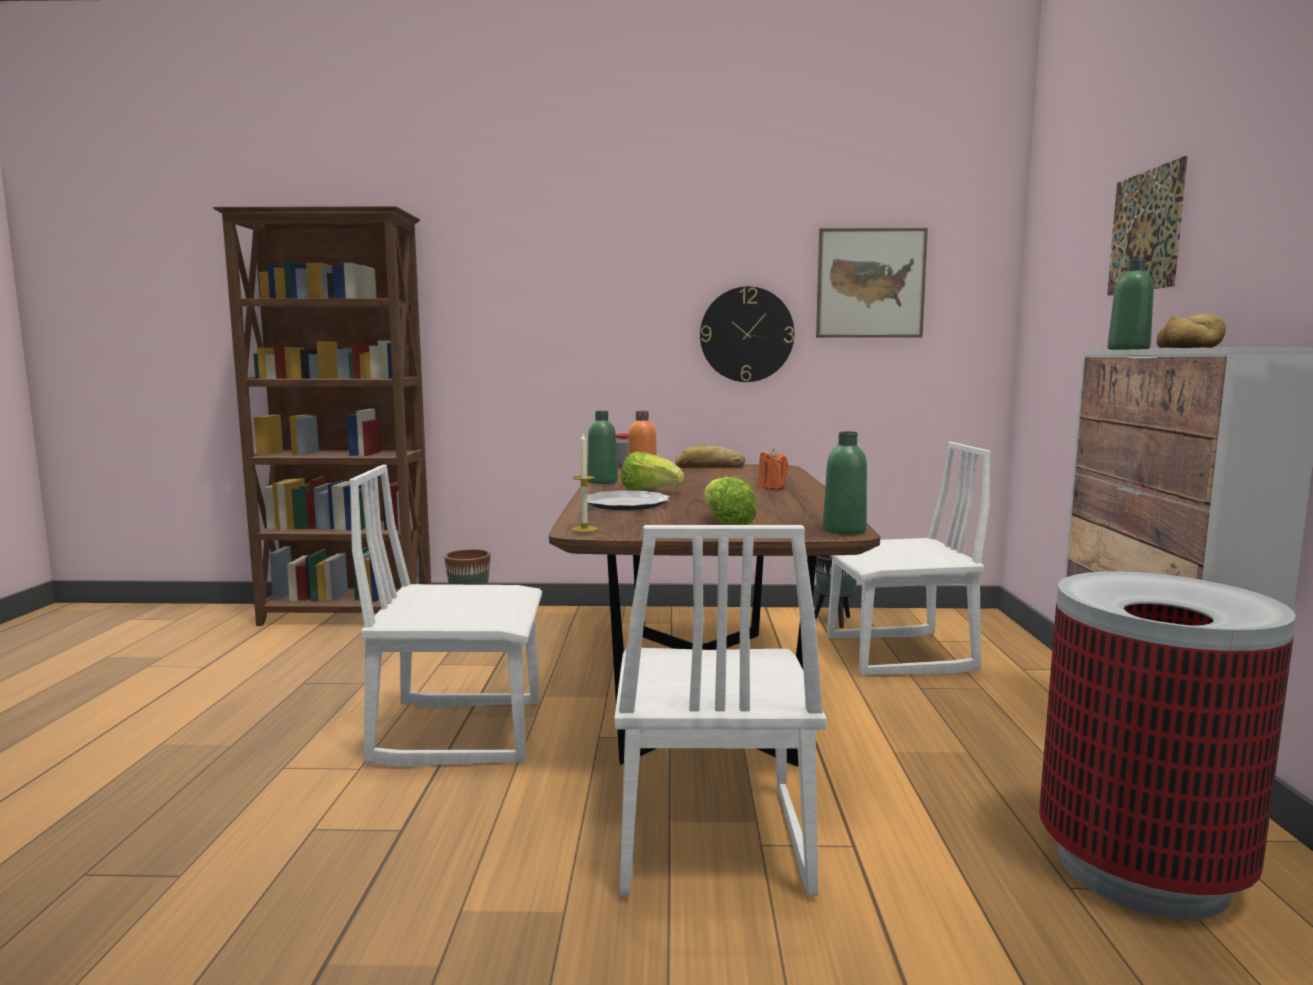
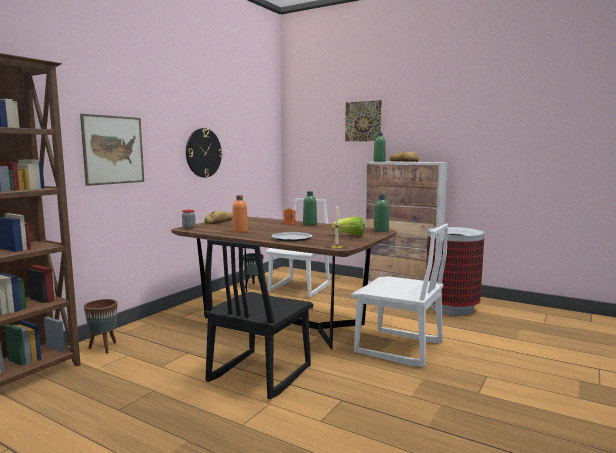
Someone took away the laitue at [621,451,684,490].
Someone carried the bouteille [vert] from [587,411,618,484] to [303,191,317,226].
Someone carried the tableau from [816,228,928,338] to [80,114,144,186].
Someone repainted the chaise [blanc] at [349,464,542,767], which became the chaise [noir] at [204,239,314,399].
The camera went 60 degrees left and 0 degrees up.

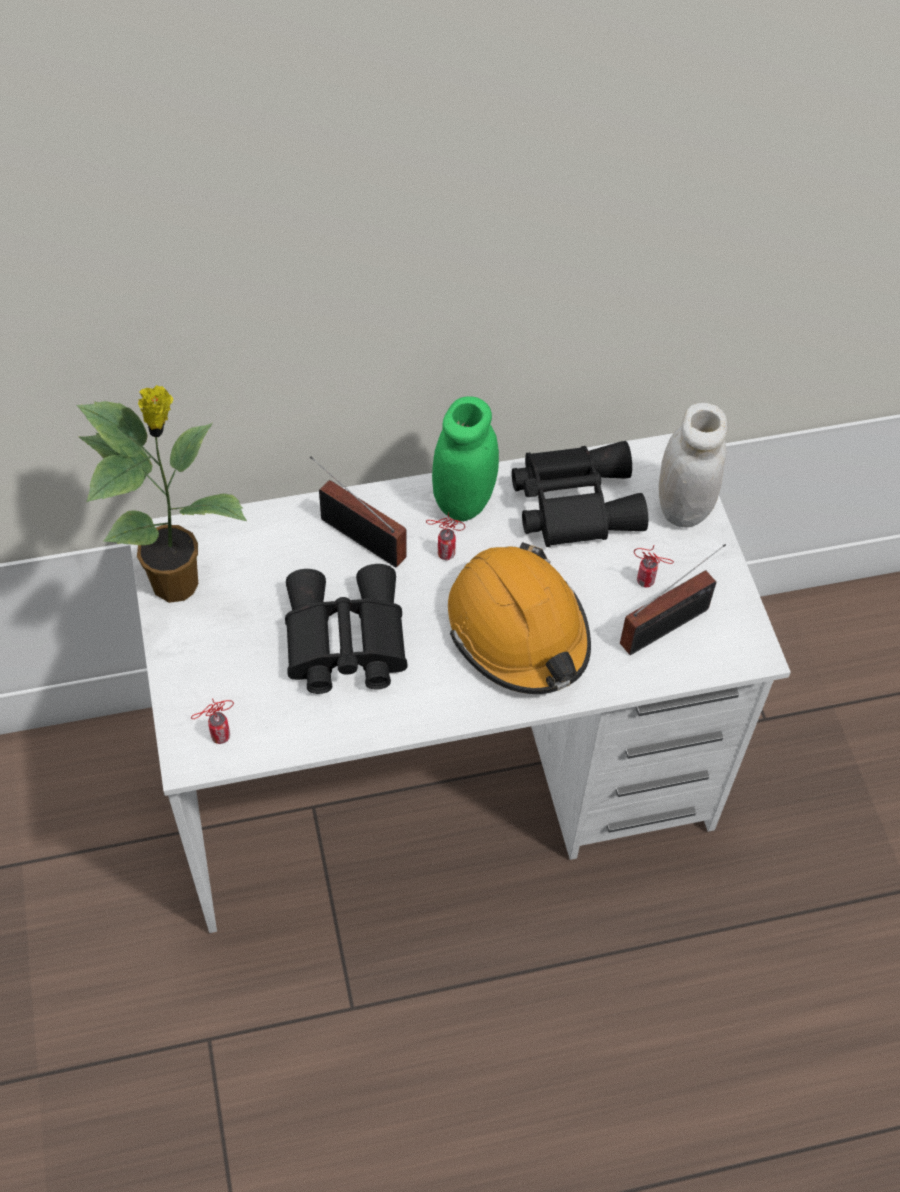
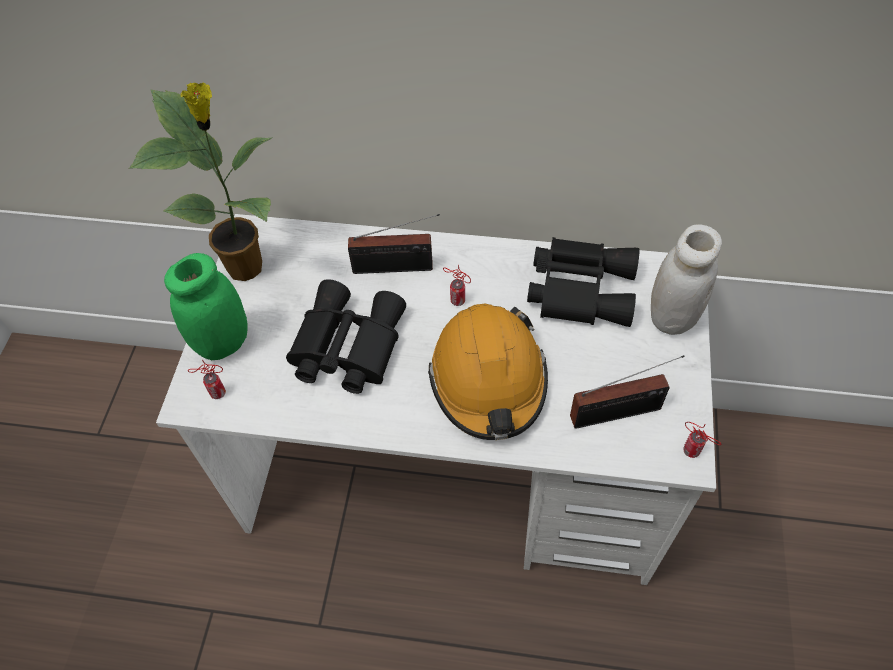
Someone carried the bocal [vert] from [432,396,499,521] to [164,253,248,360].
Someone carried the boîte métallique from [634,545,674,587] to [683,422,721,458].
Someone rotated the radio at [310,456,407,567] by 120 degrees clockwise.
The camera went 25 degrees right and 0 degrees up.

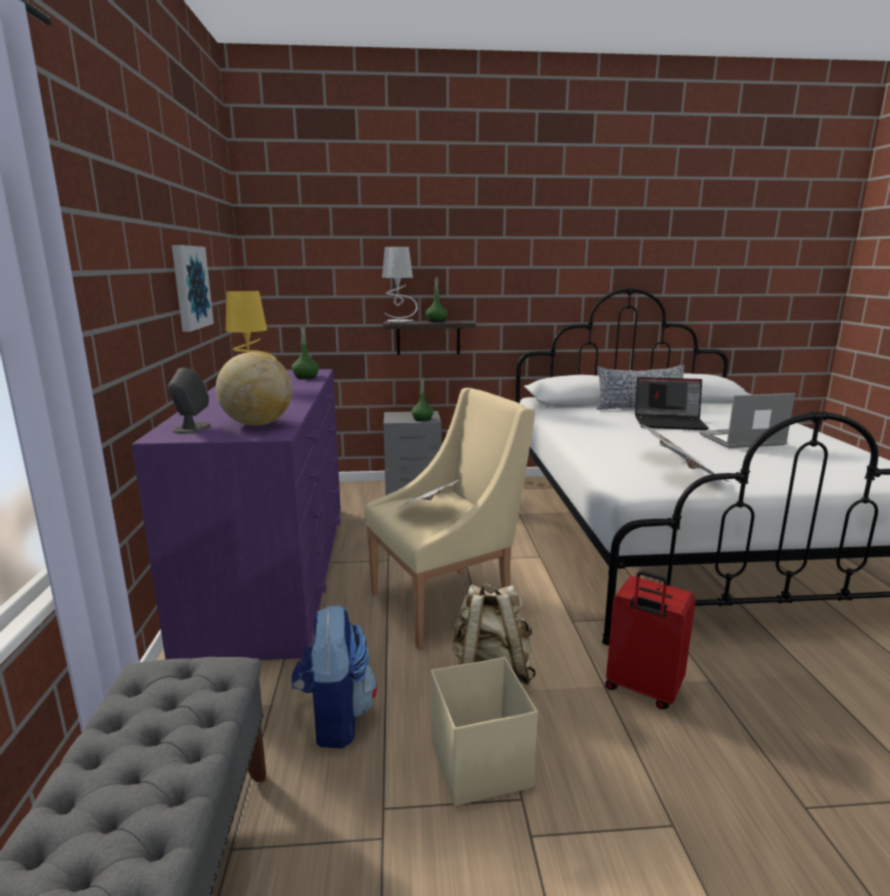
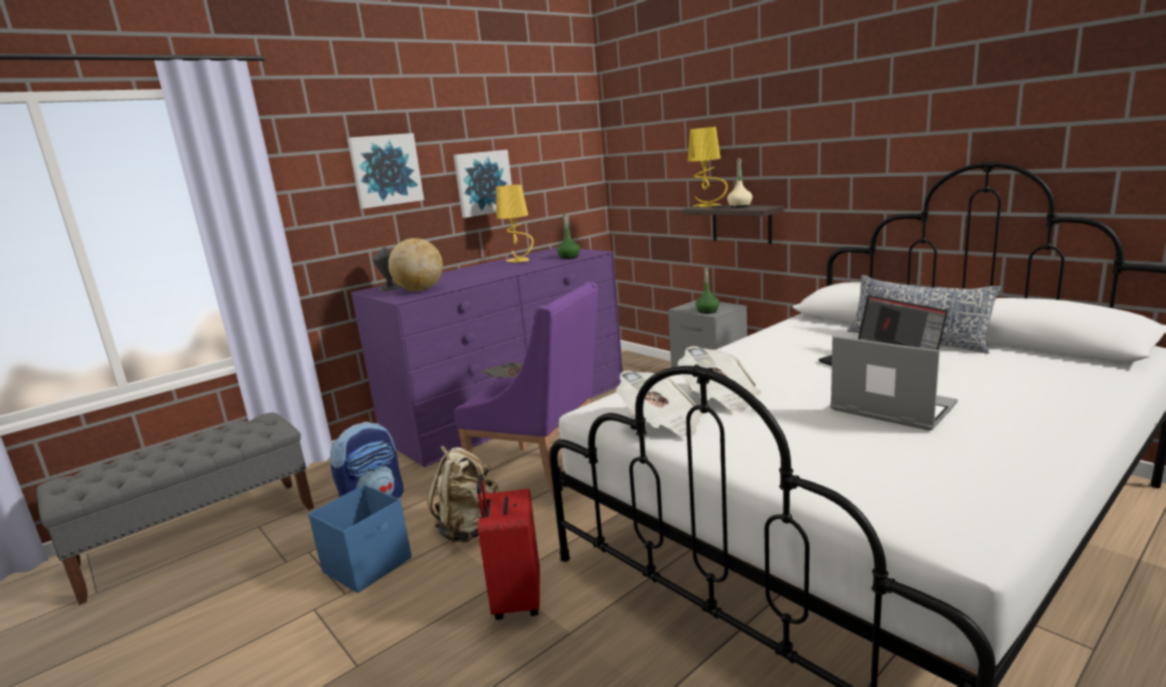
Someone put up the tableau at [347,133,424,209].
Someone repainted the fauteuil [beige] at [365,388,535,650], which became the fauteuil [violet] at [454,282,598,504].
Someone repainted the lampe de table [gris] at [382,247,418,323], which became the lampe de table [jaune] at [688,127,728,207].
Someone repainted the bouteille [vert] at [426,278,448,322], which became the bouteille [beige] at [727,158,752,208].
Someone repainted the boîte de rangement [beige] at [431,657,538,806], which became the boîte de rangement [bleu] at [308,485,412,593].
The camera went 55 degrees right and 0 degrees up.

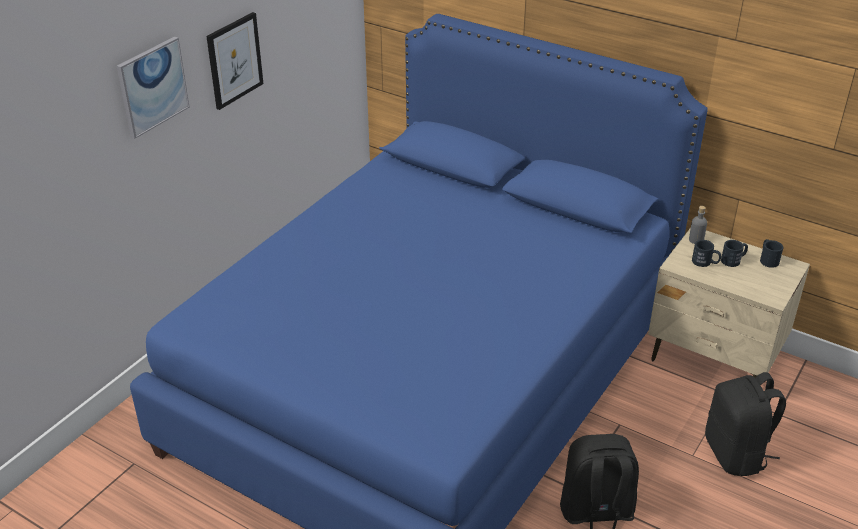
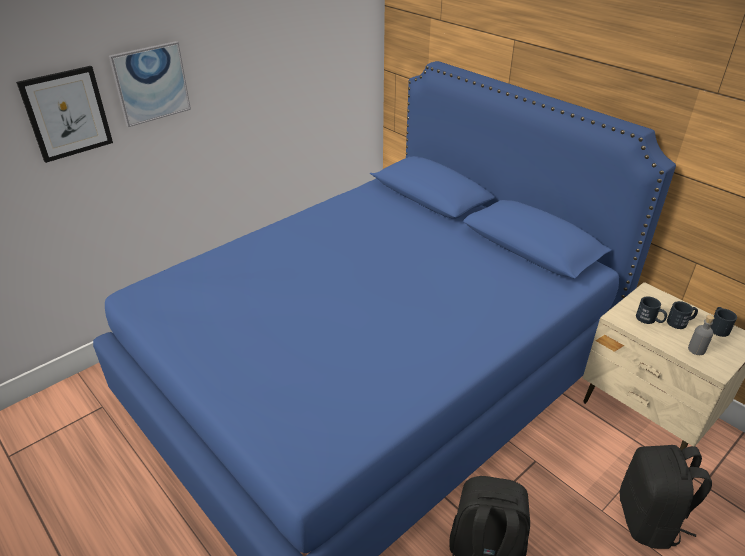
Someone carried the tableau from [206,12,264,110] to [16,66,113,163].
Someone carried the bouteille [gris] from [689,206,707,244] to [688,315,714,355].
The camera went 15 degrees right and 0 degrees up.

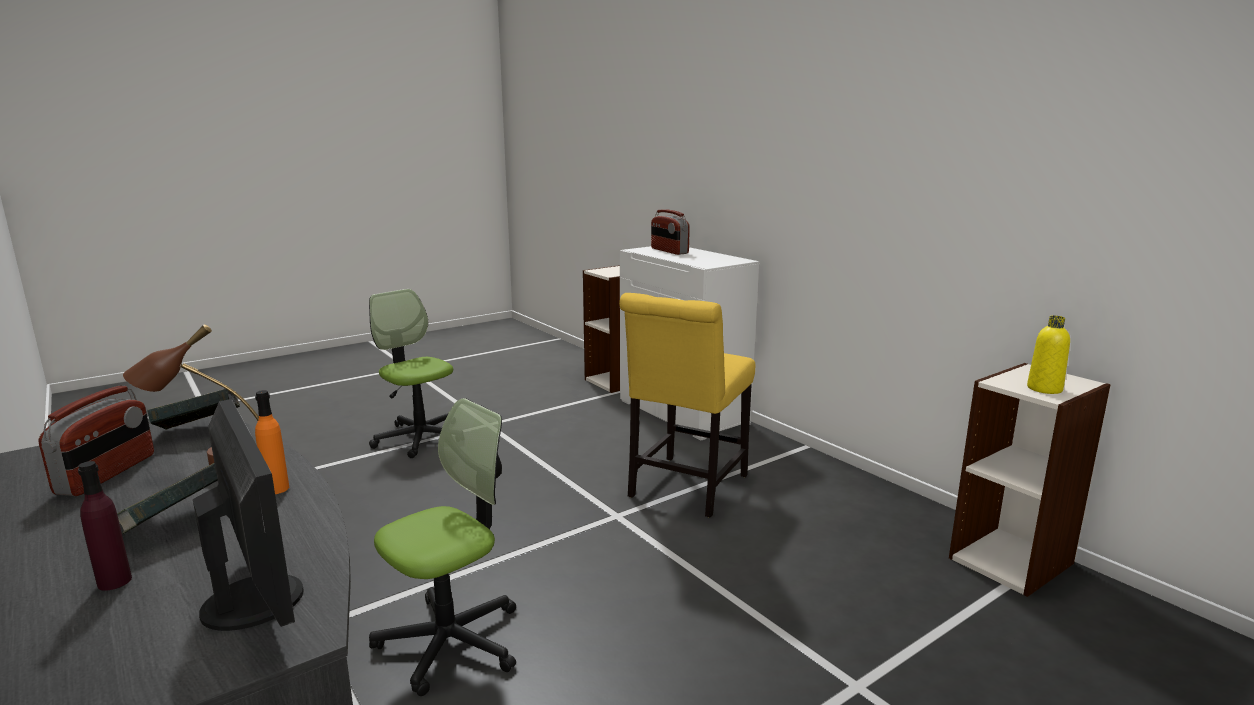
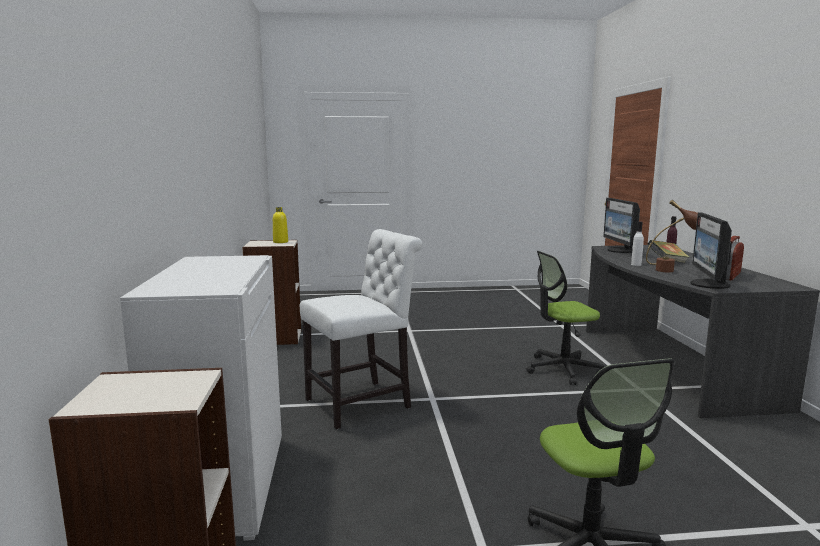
Someone took away the radio at [651,209,690,255].
Someone swapped the livre at [147,389,240,430] for the écran d'ordinateur at [690,212,732,289].
Someone repainted the bouteille [orange] at [255,390,289,494], which became the bouteille [blanc] at [631,221,644,266].
Someone repainted the chaise [jaune] at [619,293,755,518], which became the chaise [blanc] at [300,229,422,429].
The camera went 150 degrees left and 5 degrees down.

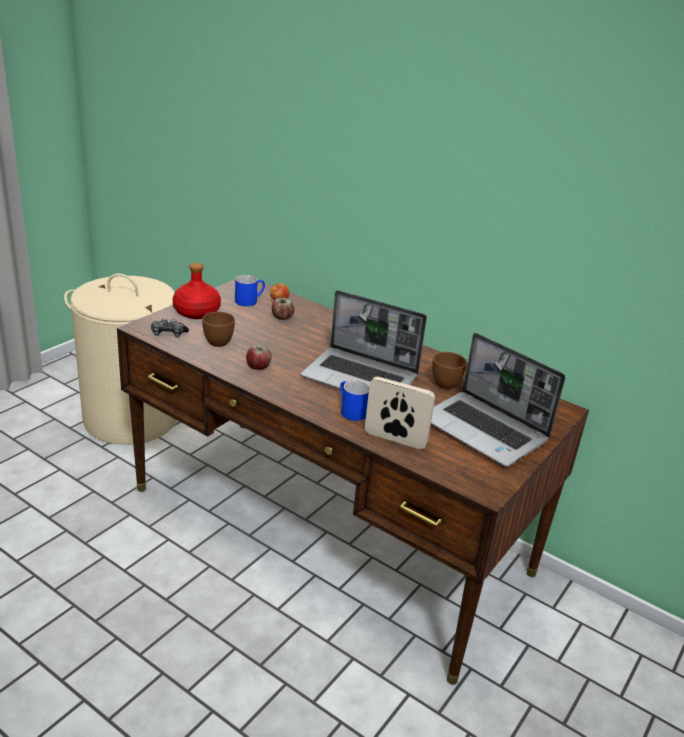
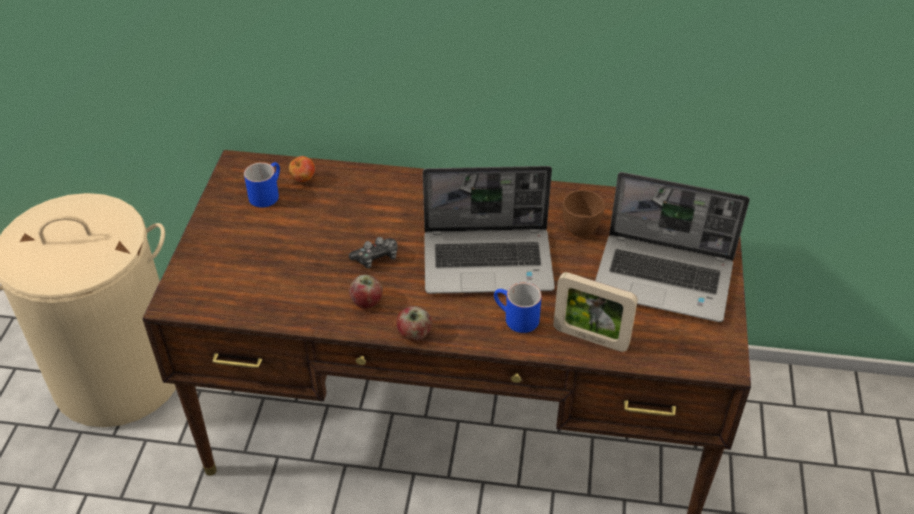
Someone took away the bouteille [rouge] at [173,263,221,319].
Someone took away the tasse [marron] at [202,312,235,347].
Someone carried the manette from [151,318,189,337] to [349,237,398,268].
Someone carried the pomme from [272,298,295,320] to [396,306,432,341].
Someone rotated the cadre photo at [365,377,435,449] by 150 degrees counterclockwise.
The camera went 25 degrees left and 15 degrees up.

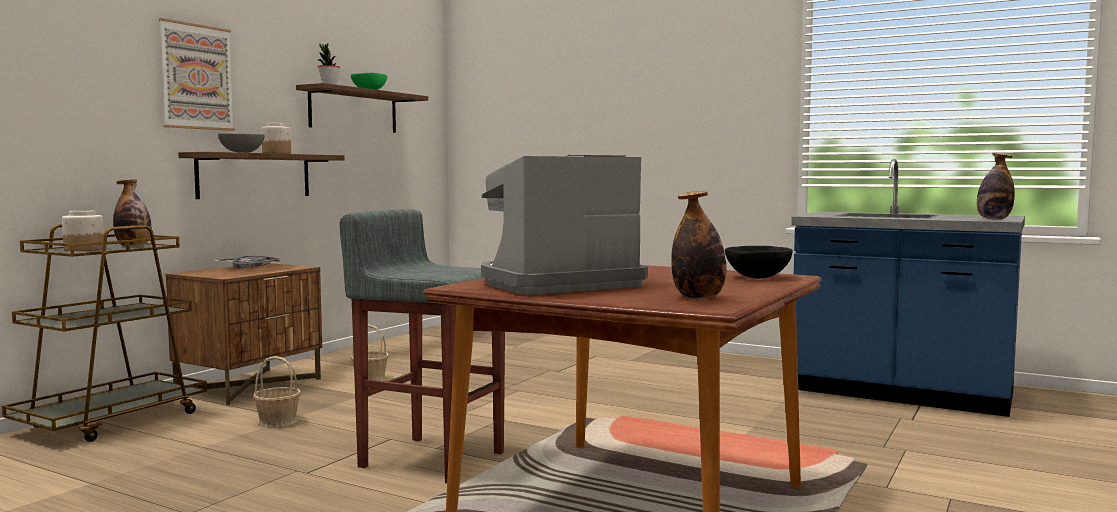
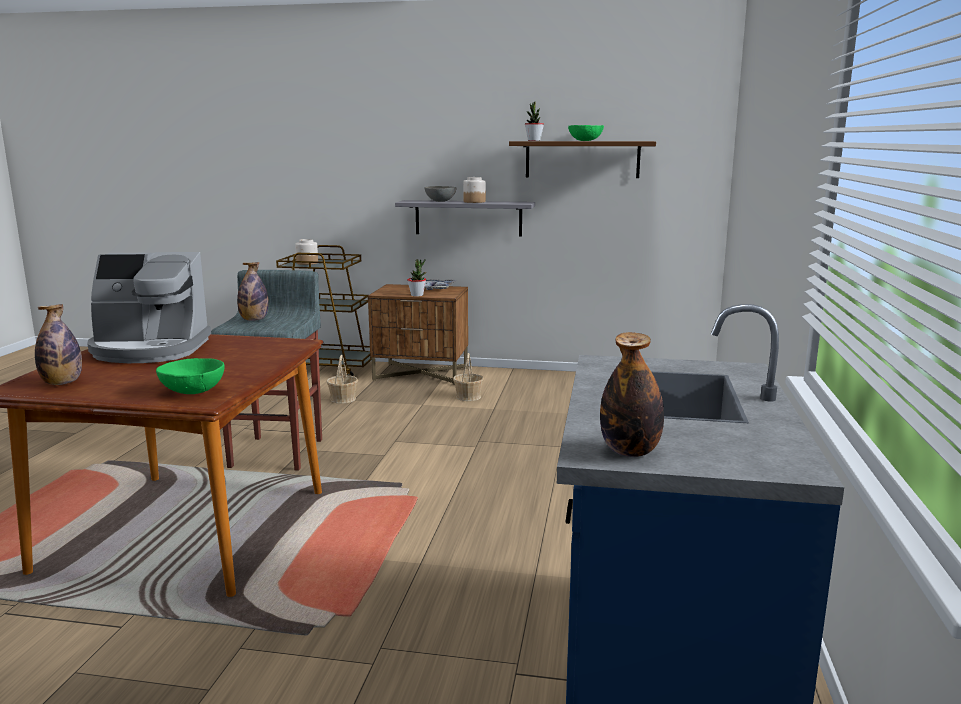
Someone took away the tableau at [159,18,235,131].
Someone put down the plante en pot at [407,259,426,297].
Someone carried the bouteille from [113,179,152,247] to [237,262,269,321].
Someone repainted the étagère [marron] at [178,152,345,199], which became the étagère [gris] at [395,200,535,237].
Someone repainted the bol [noir] at [725,246,793,279], which became the bol [vert] at [156,358,225,394].
Someone rotated the machine à café at [481,155,648,295] by 135 degrees clockwise.
The camera went 70 degrees right and 10 degrees up.

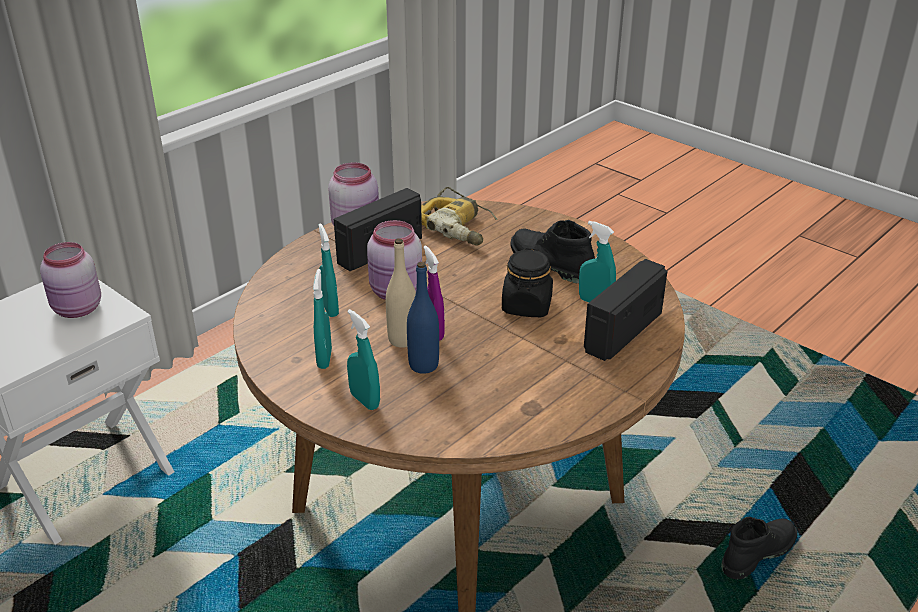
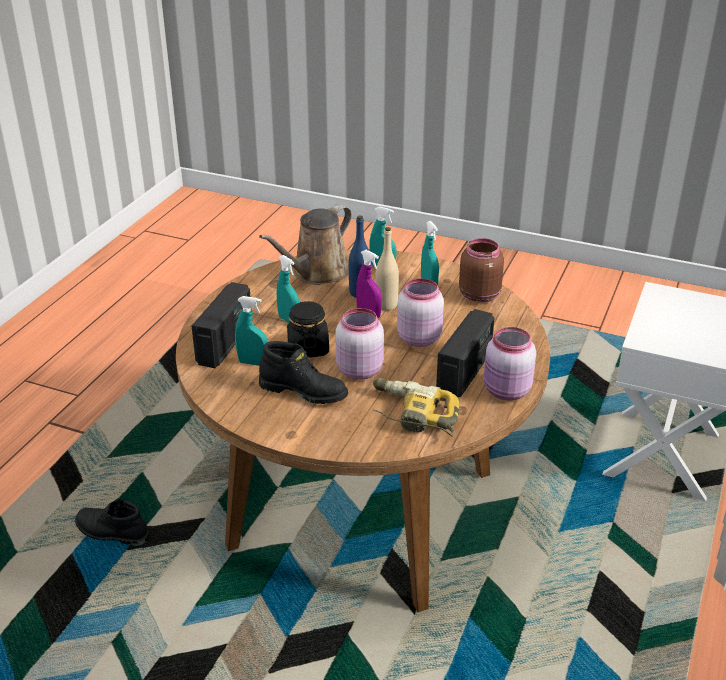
Someone put down the arrosoir [marron] at [259,205,352,285].
Someone put down the bocal [marron] at [459,238,504,303].
Someone carried the bocal [rose] from [40,242,101,318] to [336,308,384,380].
Someone carried the vaporisateur [turquoise] from [318,224,339,317] to [277,255,300,323].
Someone rotated the botte [noir] at [721,517,797,579] by 75 degrees clockwise.
The camera went 160 degrees right and 0 degrees up.

